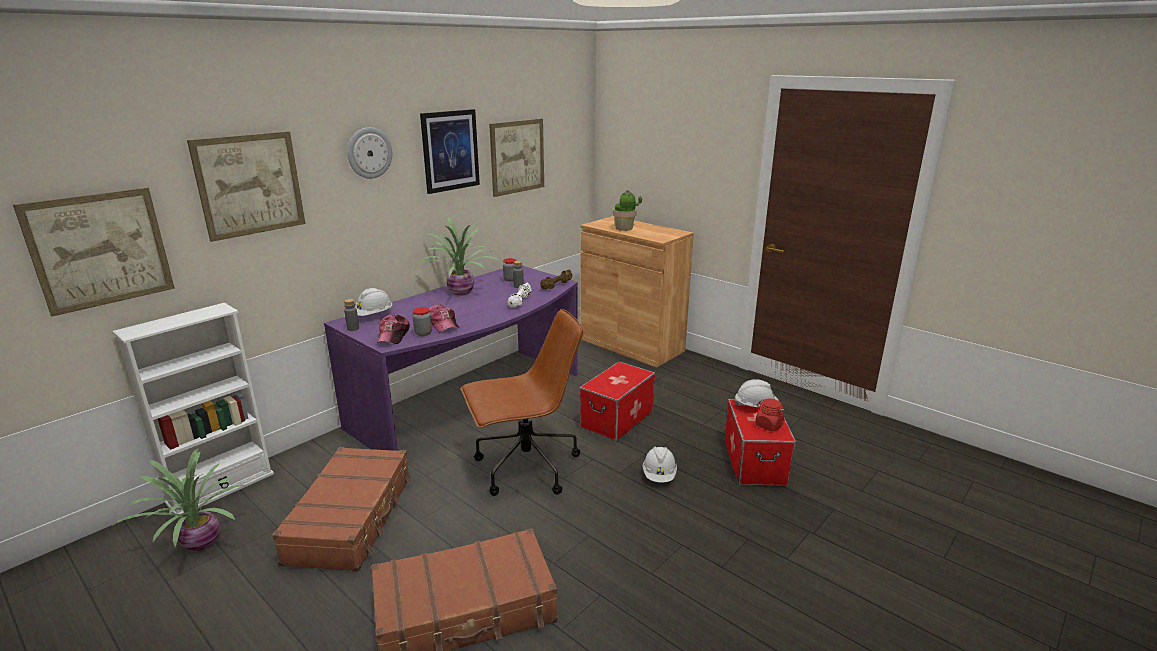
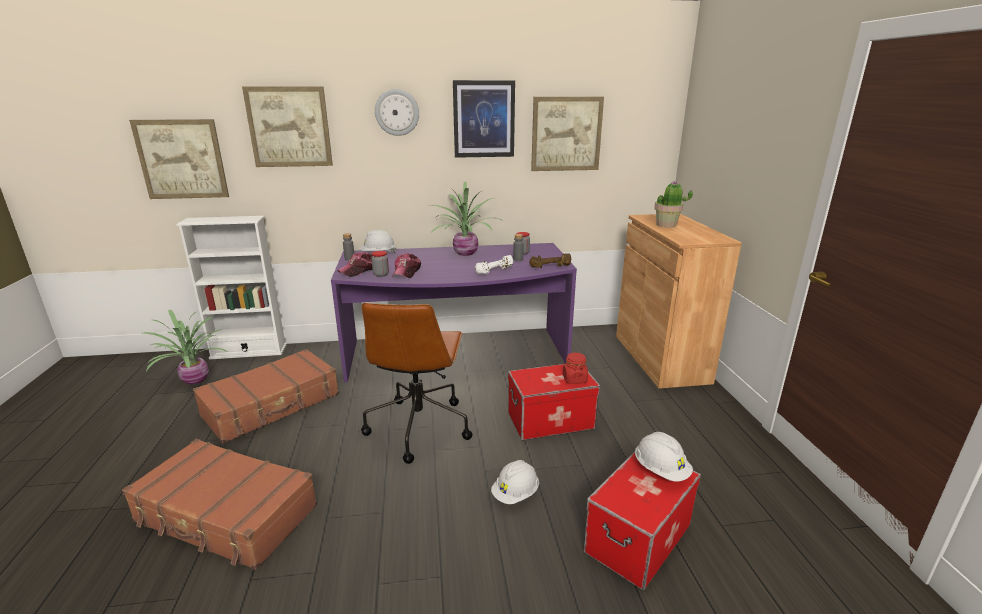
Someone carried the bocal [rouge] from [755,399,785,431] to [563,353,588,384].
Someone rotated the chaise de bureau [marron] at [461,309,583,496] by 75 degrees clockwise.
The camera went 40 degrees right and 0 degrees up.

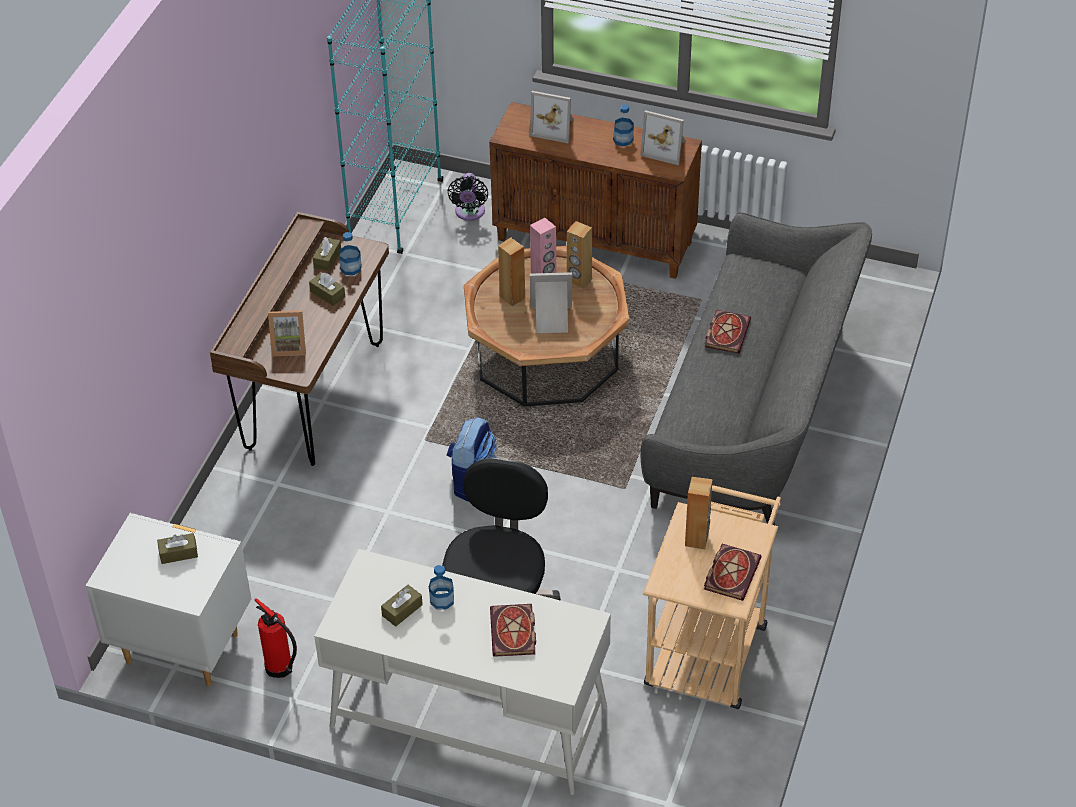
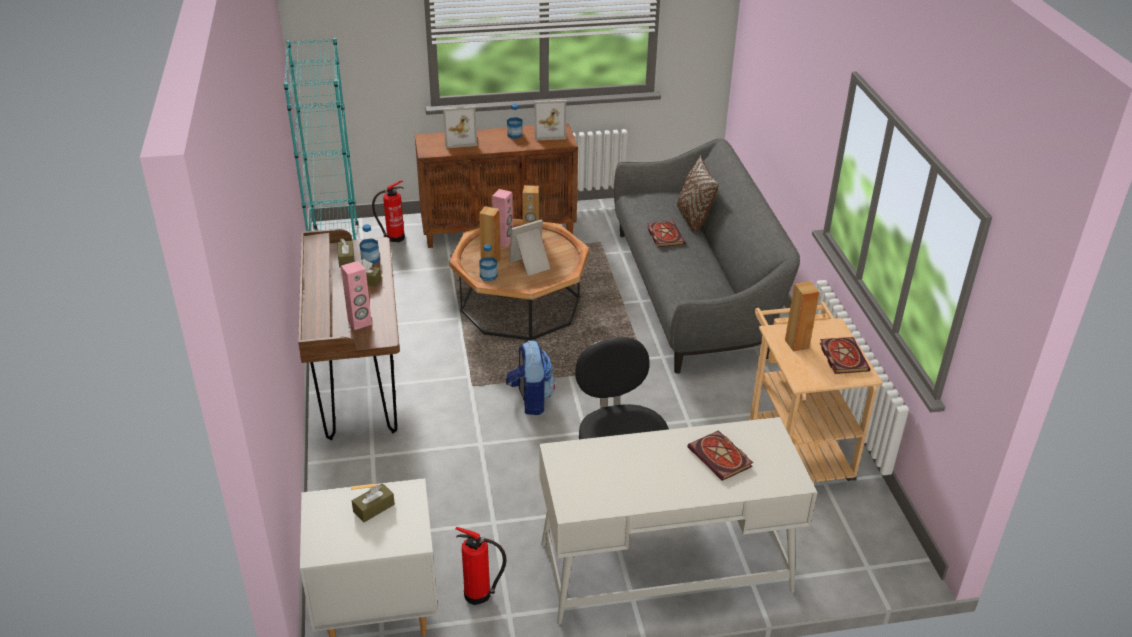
Someone took away the boîte à mouchoirs [marron] at [381,585,423,627].
Someone put down the coussin [marron] at [677,155,719,234].
Someone carried the bouteille from [429,565,454,610] to [479,244,498,281].
Someone swapped the cadre photo at [268,310,306,356] for the enceinte [rose] at [341,261,372,330].
Someone swapped the ventilateur [noir] at [447,173,488,221] for the extincteur at [372,180,405,242].
The camera went 30 degrees left and 10 degrees down.

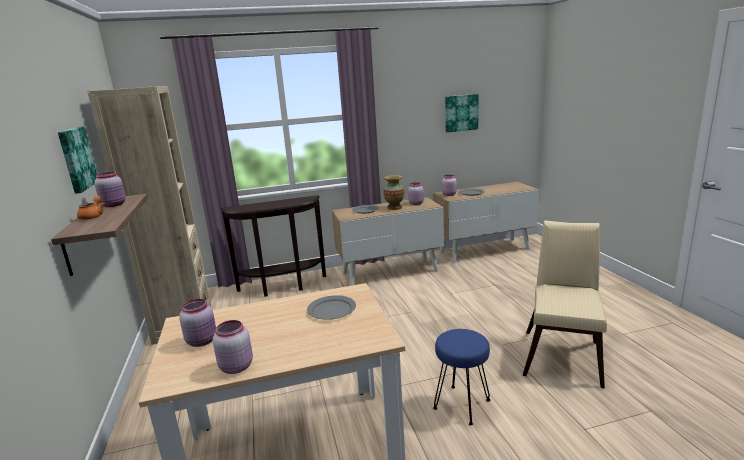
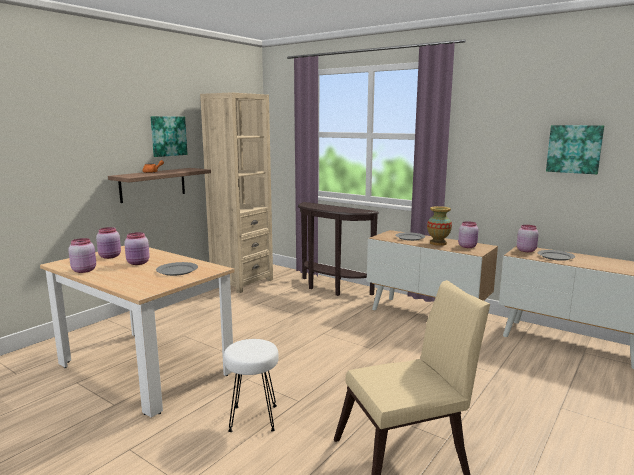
Someone carried the bocal [rose] from [94,172,126,207] to [124,232,150,265].
Someone repainted the tabouret [bleu] at [433,329,490,425], which became the tabouret [blanc] at [224,339,279,432].
The camera went 50 degrees right and 5 degrees down.

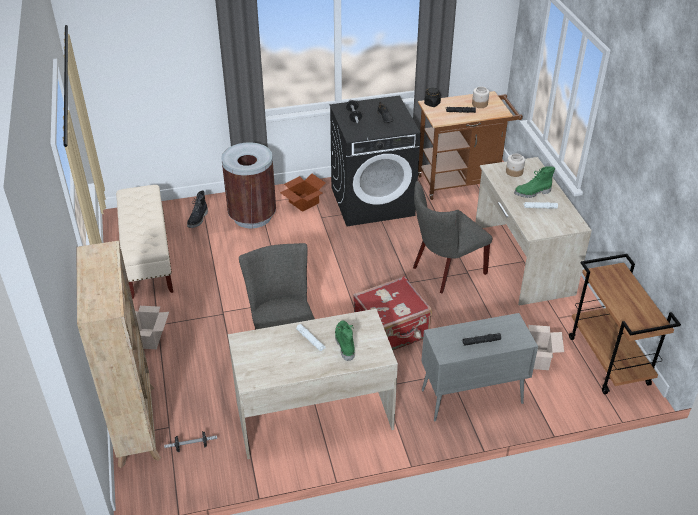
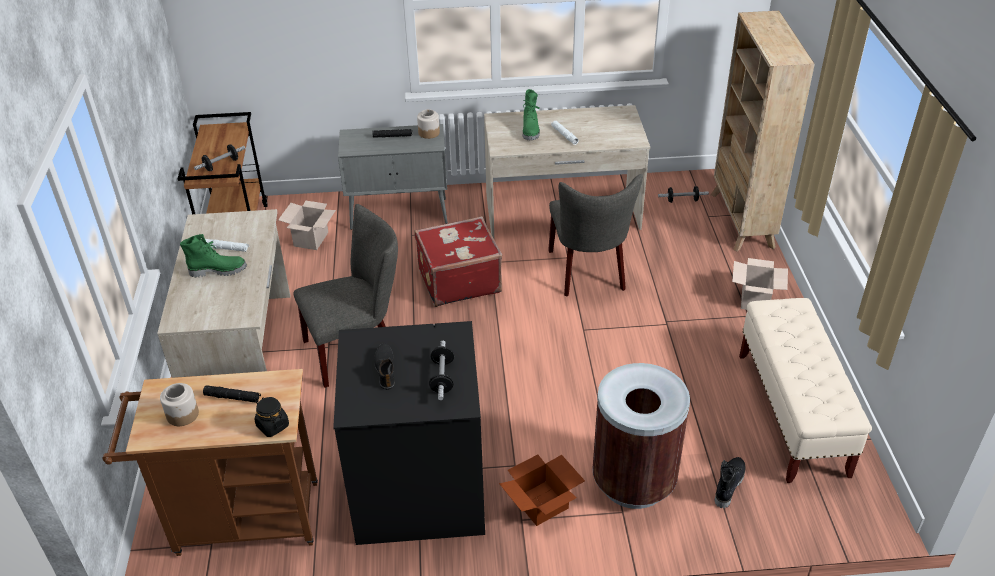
Someone put down the haltère at [194,144,246,171].
Someone carried the bocal from [506,154,525,177] to [417,109,440,139].
The camera went 170 degrees left and 0 degrees up.

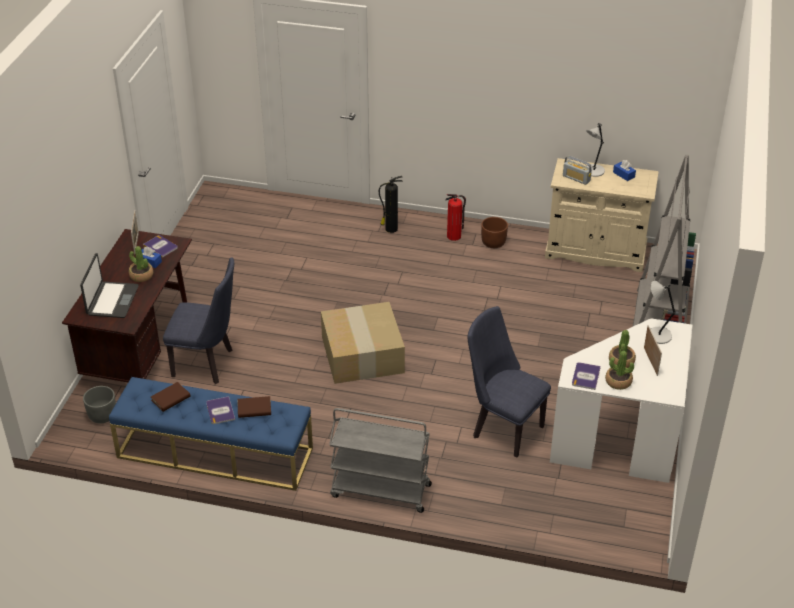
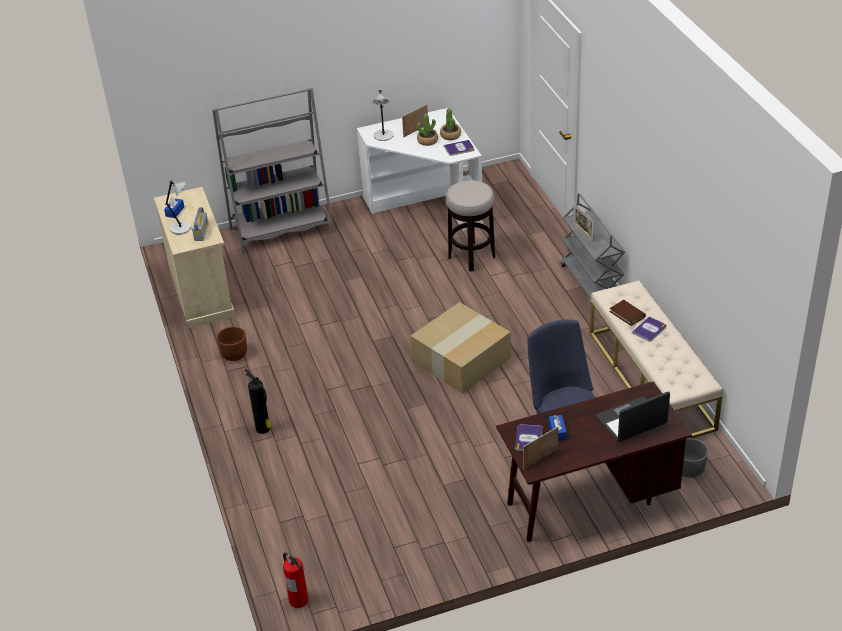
Someone took away the plante en pot at [129,246,153,282].
Someone took away the livre [marron] at [151,382,190,412].
Someone put down the cadre photo at [573,204,595,242].
Someone carried the extincteur from [446,194,466,241] to [283,553,308,608].
Someone swapped the chaise [bleu] at [467,306,551,457] for the tabouret at [446,180,495,272].
Someone repainted the banc [bleu] at [109,377,313,491], which became the banc [beige] at [589,281,723,438].
The camera went 120 degrees left and 0 degrees up.

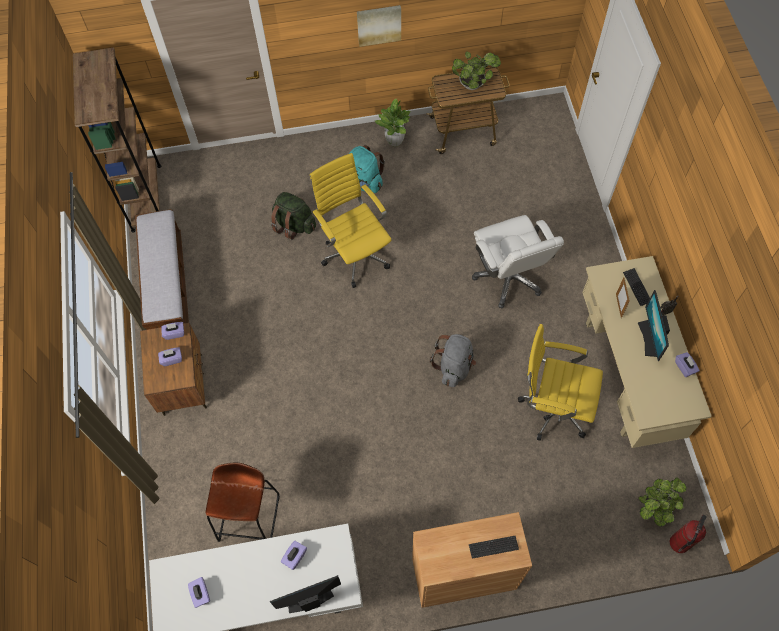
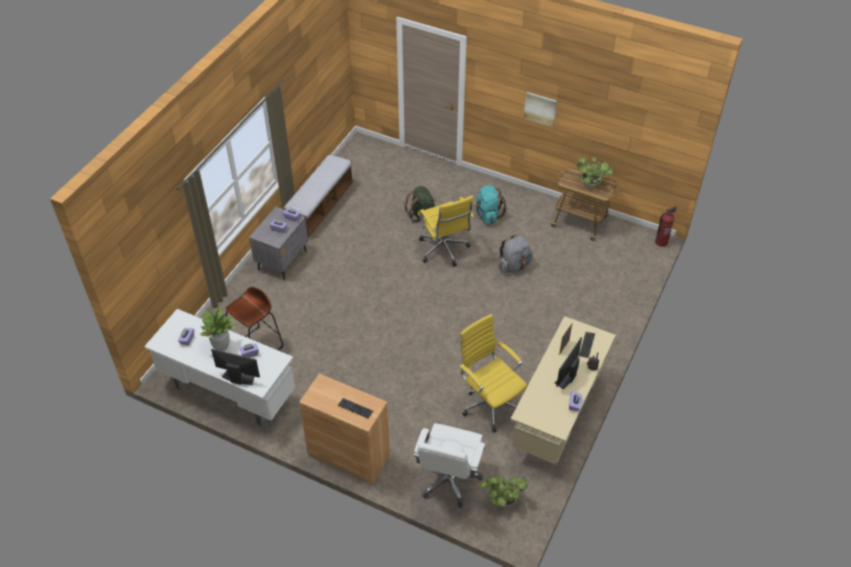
Someone took away the bibliothèque [marron] at [73,47,161,233].
Someone carried the plante en pot from [374,98,411,147] to [199,308,236,351].
Someone carried the sac à dos [gris] from [430,334,476,387] to [498,235,533,273].
Someone carried the chaise de bureau [blanc] from [472,215,564,309] to [413,423,485,508].
Someone carried the extincteur from [669,514,706,553] to [655,206,677,247].
Someone repainted the table de chevet [marron] at [140,323,207,416], which became the table de chevet [gris] at [249,207,308,280].
Someone rotated the chaise de bureau [jaune] at [310,153,391,288] by 150 degrees clockwise.
The camera went 35 degrees right and 15 degrees down.

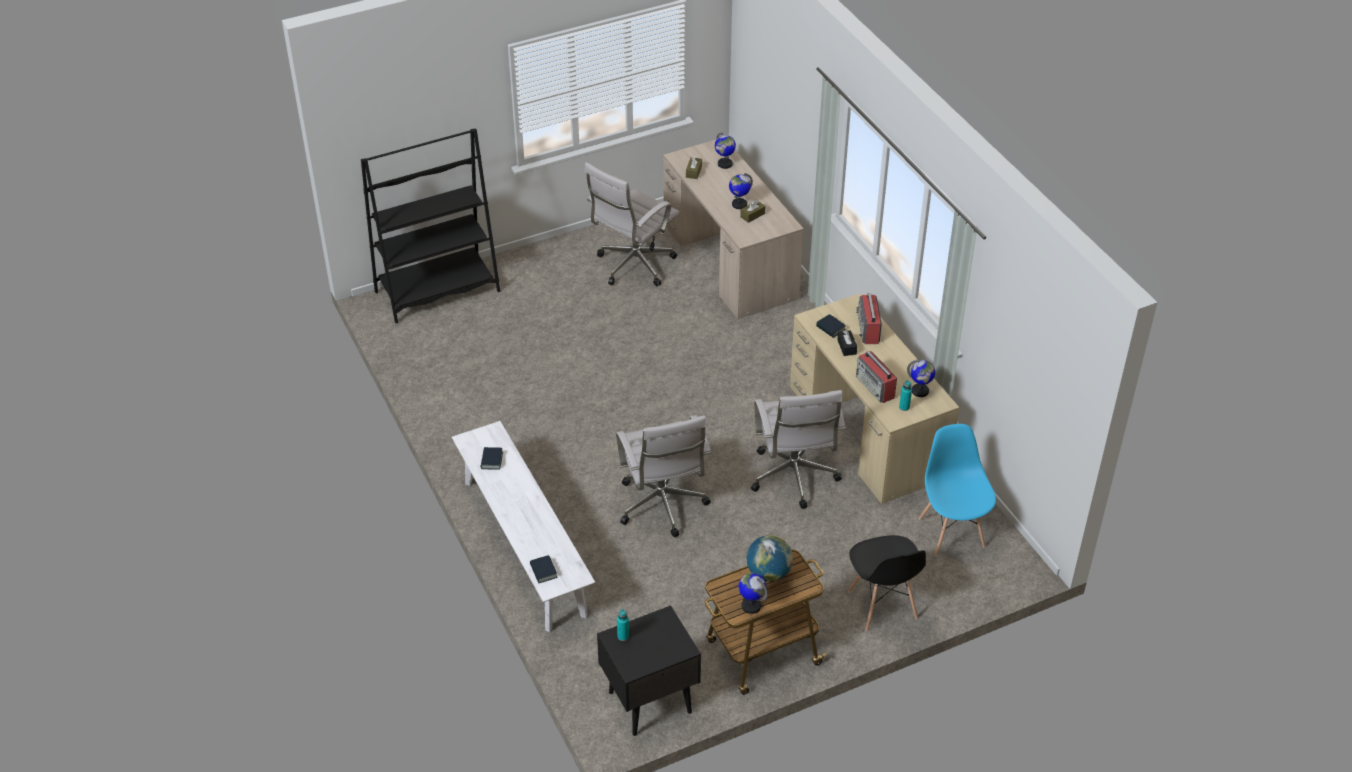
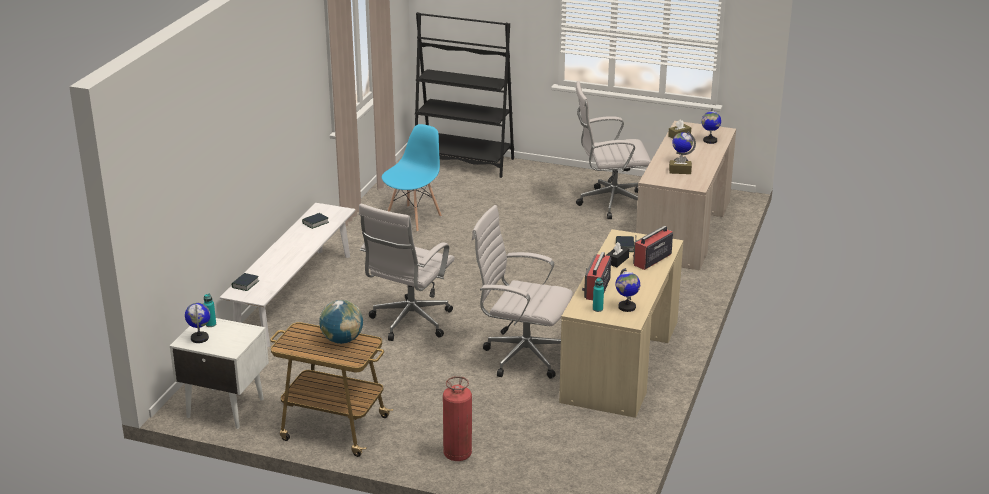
Someone carried the globe from [738,573,768,614] to [185,303,210,343].
Someone carried the chaise [bleu] from [919,424,996,556] to [382,124,442,232].
Someone swapped the chaise [noir] at [848,535,926,631] for the extincteur at [443,376,472,461].
Someone repainted the table de chevet [noir] at [597,605,701,736], which became the table de chevet [blanc] at [170,318,269,429].
Someone rotated the chaise de bureau [blanc] at [751,390,845,509] by 75 degrees clockwise.
The camera went 45 degrees right and 15 degrees down.

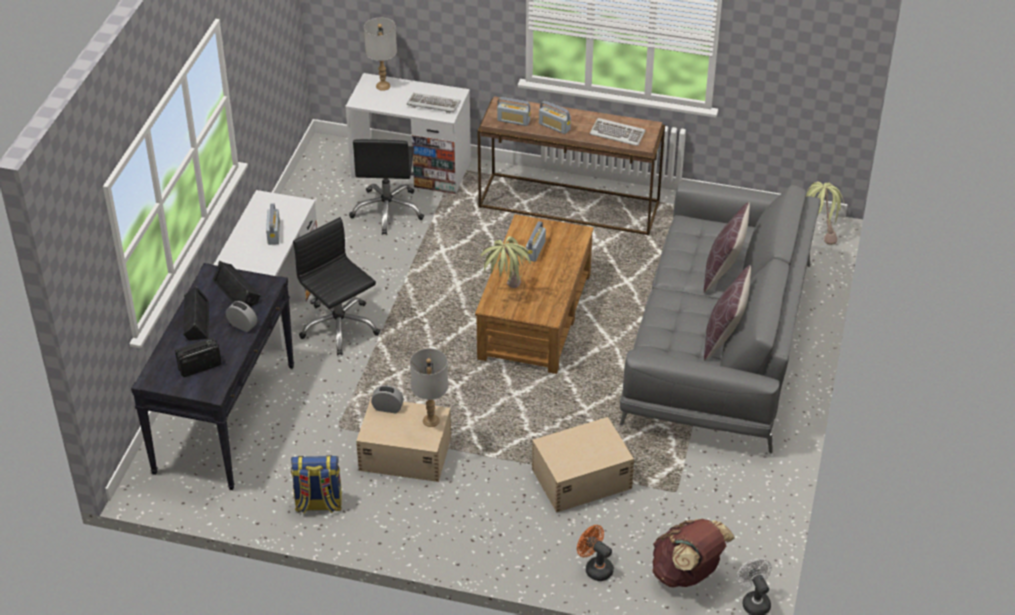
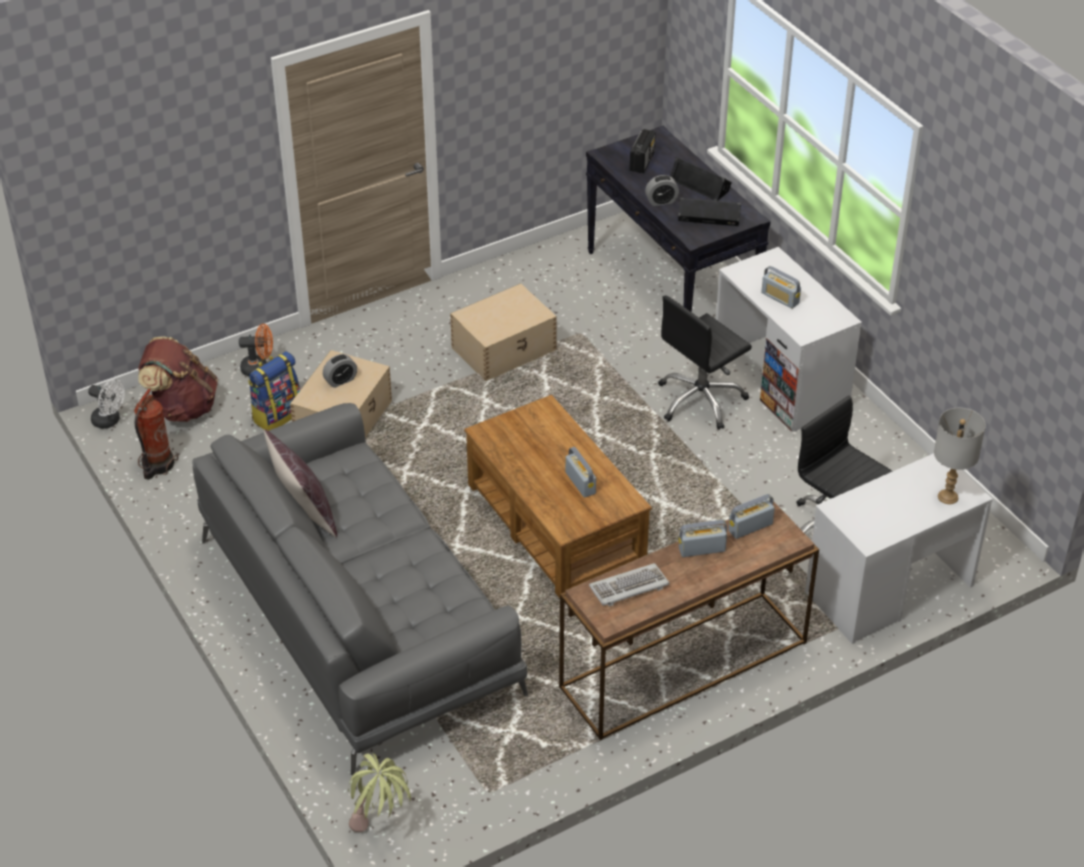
Someone took away the clavier at [407,93,461,114].
Someone took away the lampe de table [gris] at [410,348,448,427].
Someone took away the plante en pot at [480,236,534,288].
Someone took away the coussin [marron] at [704,202,750,293].
Someone put down the extincteur at [134,388,179,480].
Someone carried the sac à dos from [291,455,342,514] to [248,351,300,431].
Someone carried the réveil from [371,385,404,413] to [323,354,357,388].
Someone rotated the chaise de bureau [noir] at [293,217,380,355] by 135 degrees clockwise.
The camera went 135 degrees right and 0 degrees up.

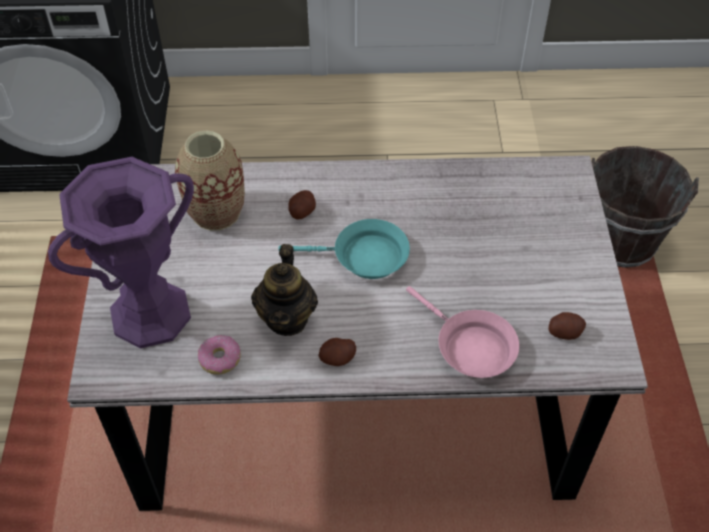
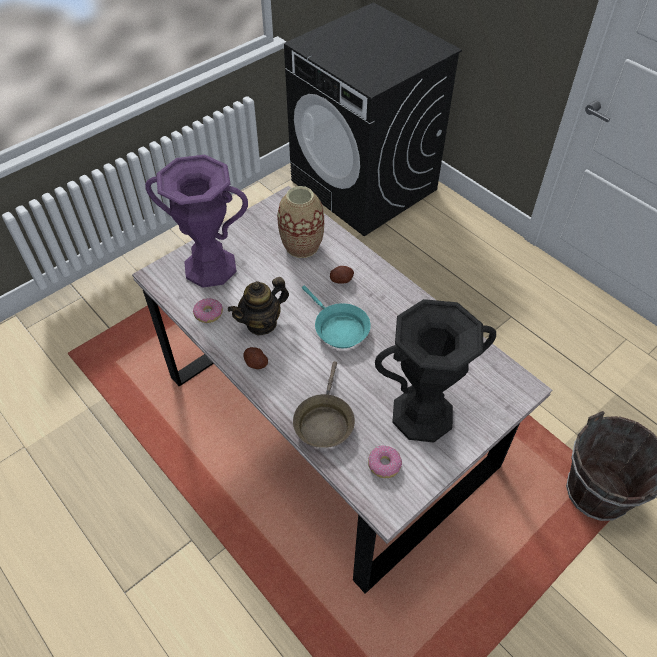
Someone put down the vase [noir] at [375,299,496,442].
Someone swapped the pomme de terre at [548,312,586,340] for the beignet at [368,446,402,478].
Someone repainted the poêle [rose] at [406,286,519,378], which became the poêle [marron] at [293,361,355,448].
The camera went 50 degrees right and 0 degrees up.

